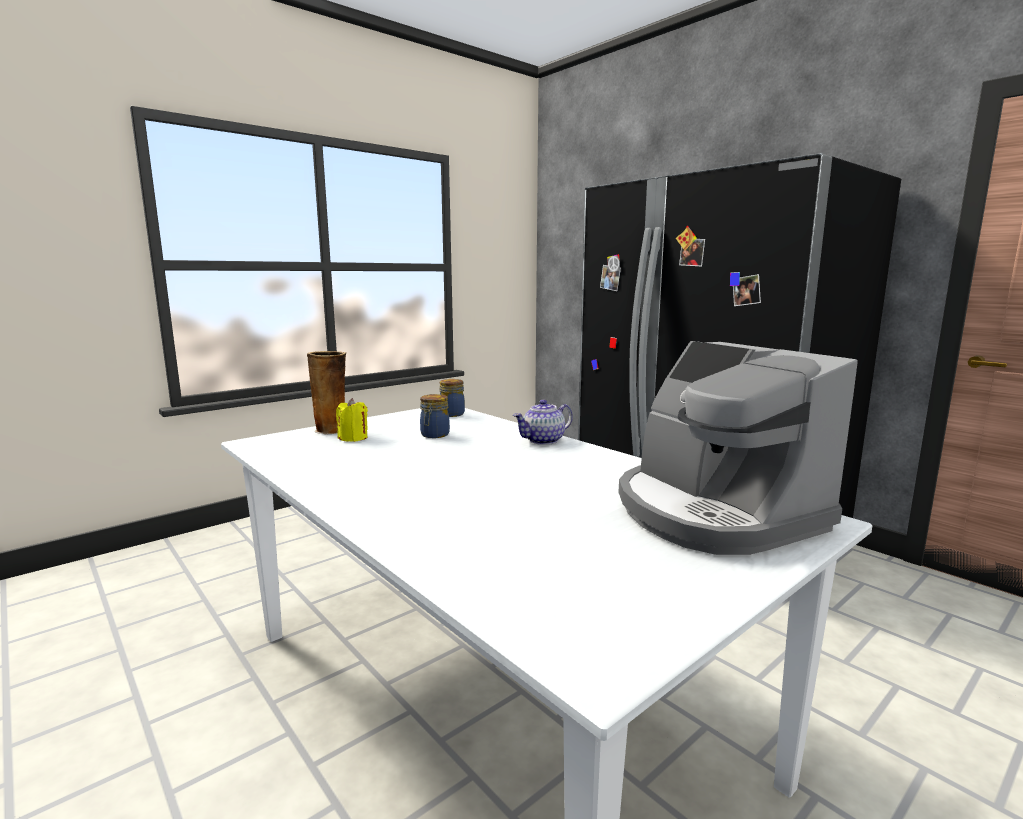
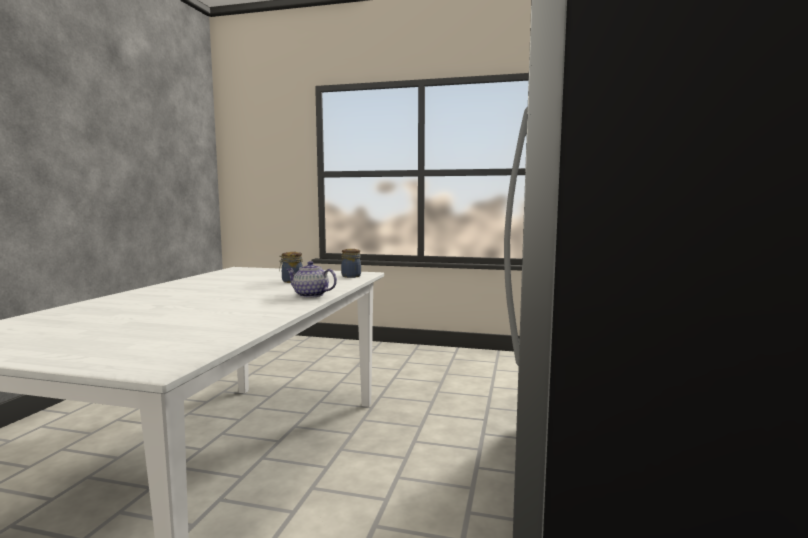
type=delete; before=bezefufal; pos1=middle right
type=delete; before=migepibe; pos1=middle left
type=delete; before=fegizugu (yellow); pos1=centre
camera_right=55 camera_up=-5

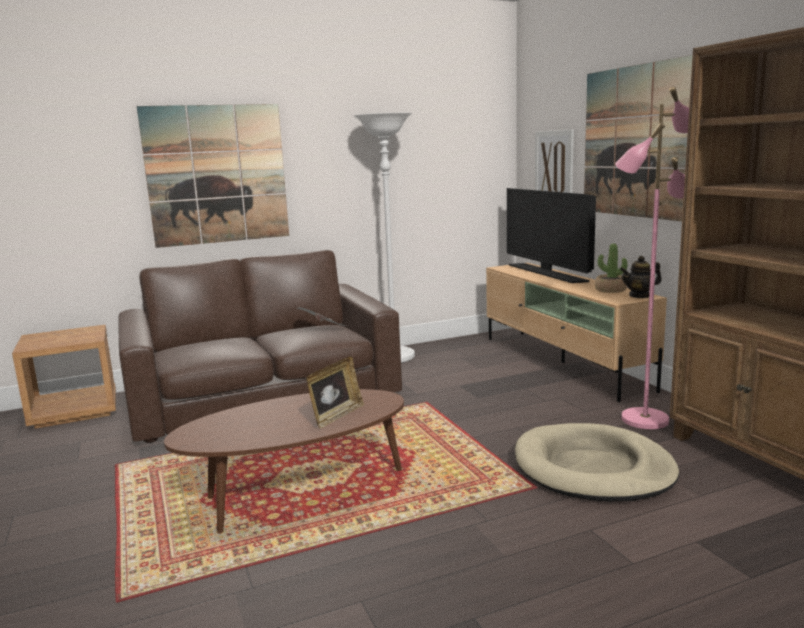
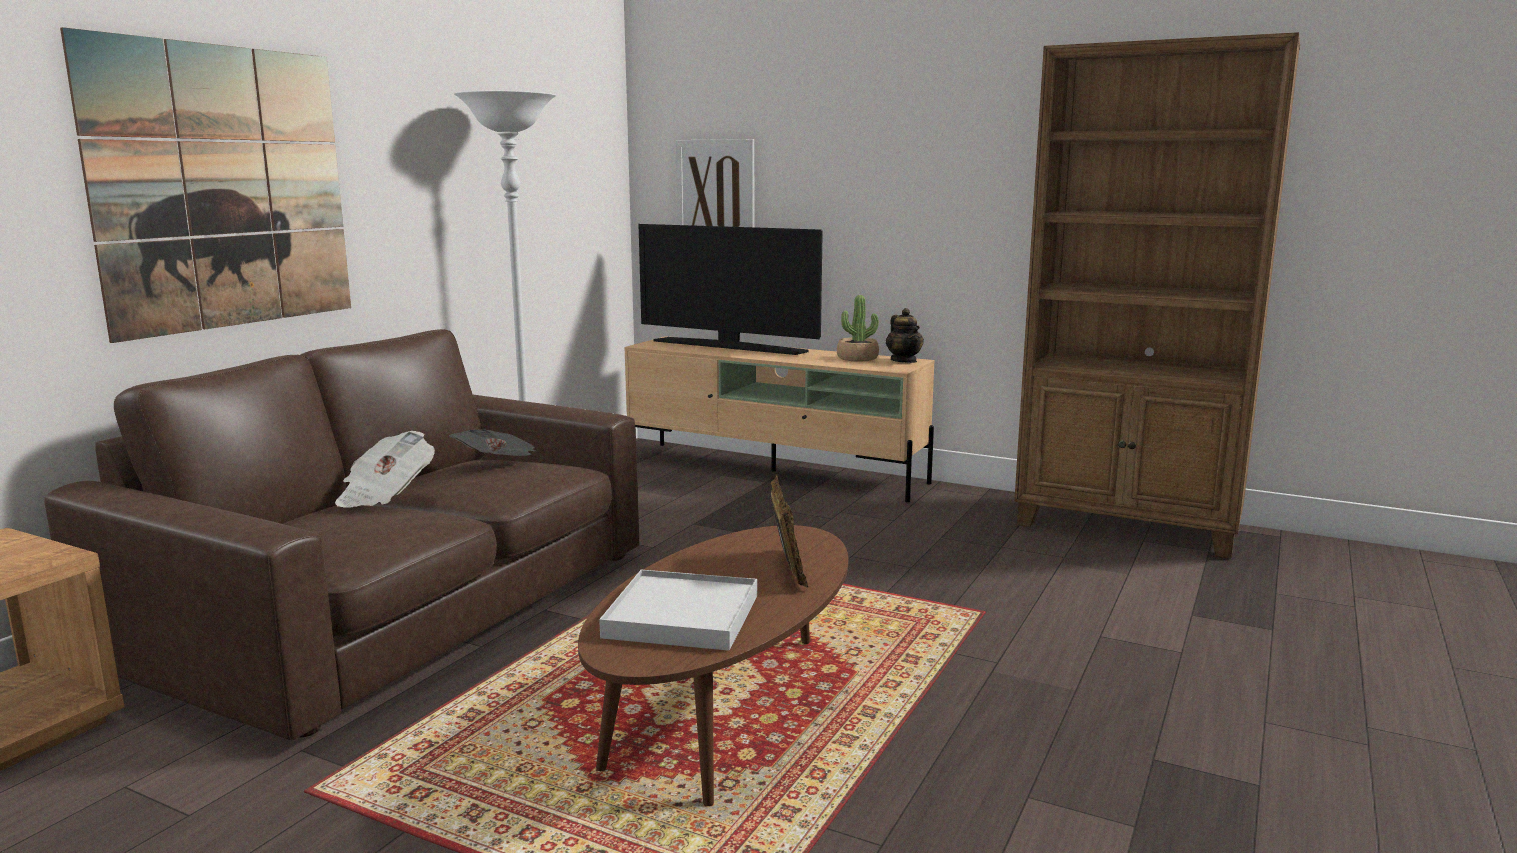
type=delete; before=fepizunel (3rd from left); pos1=top right
type=delete; before=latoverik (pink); pos1=middle right
type=rotate; before=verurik; pos1=middle right; pos2=centre; turn=-60
type=delete; before=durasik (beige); pos1=bottom right
type=insert; after=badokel (1st from left); pos2=middle left
type=insert; after=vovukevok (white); pos2=bottom centre
camera_right=-40 camera_up=0

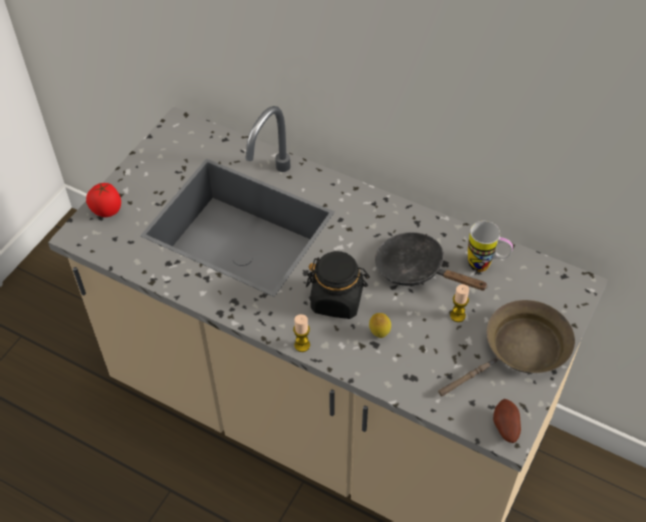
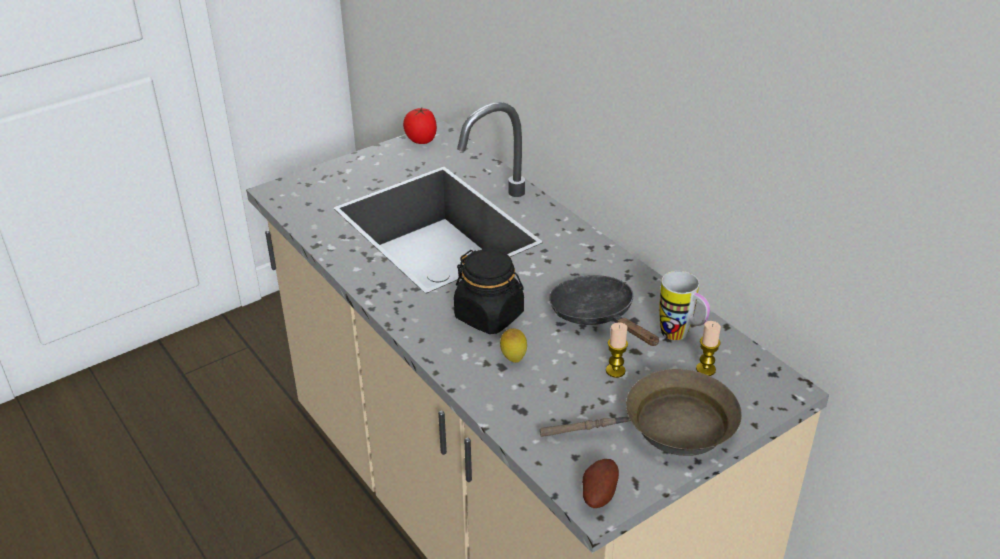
type=move; before=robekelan; pos1=middle left; pos2=top centre
type=move; before=fegizugu (1st from left in the first image); after=fegizugu (2nd from left); pos1=centre; pos2=middle right
camera_right=25 camera_up=-15

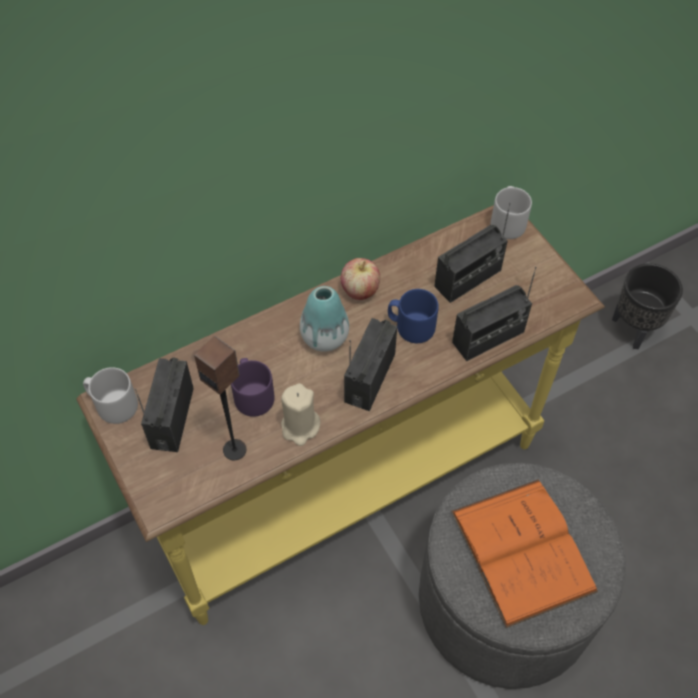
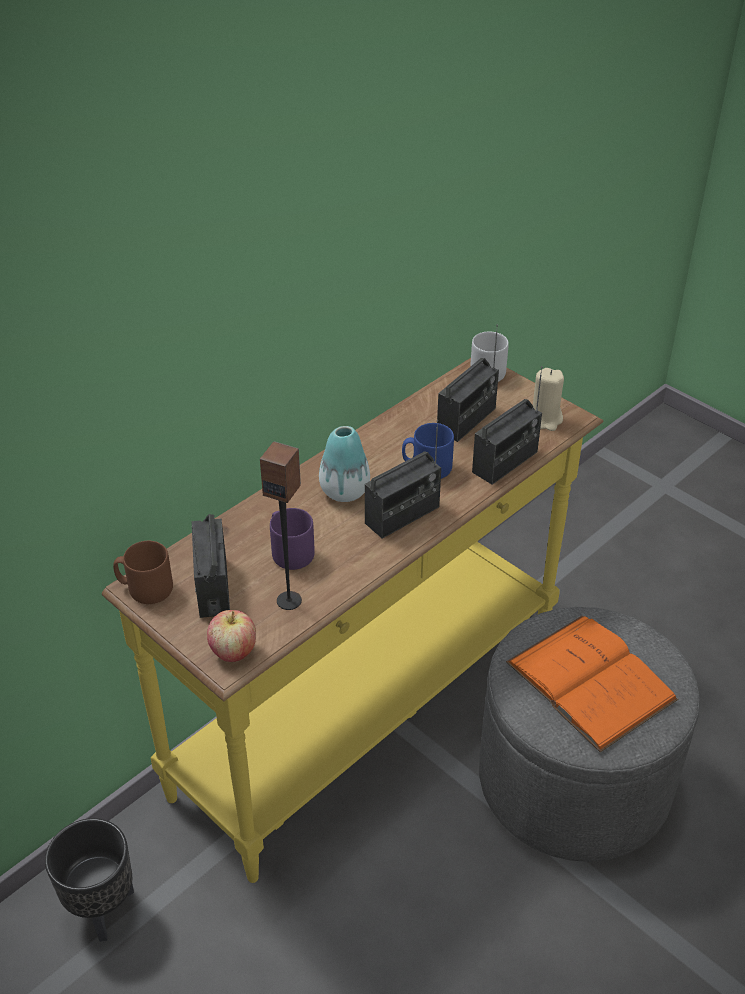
type=move; before=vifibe; pos1=centre; pos2=middle left
type=move; before=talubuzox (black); pos1=middle right; pos2=bottom left
type=rotate; before=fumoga (2nd from left); pos1=centre; pos2=centre; turn=-135
type=recolor; before=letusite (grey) (1st from left); after=letusite (brown); pos1=middle left; pos2=middle left
type=move; before=fegizugu (beige); pos1=centre; pos2=middle right
camera_right=-15 camera_up=-15

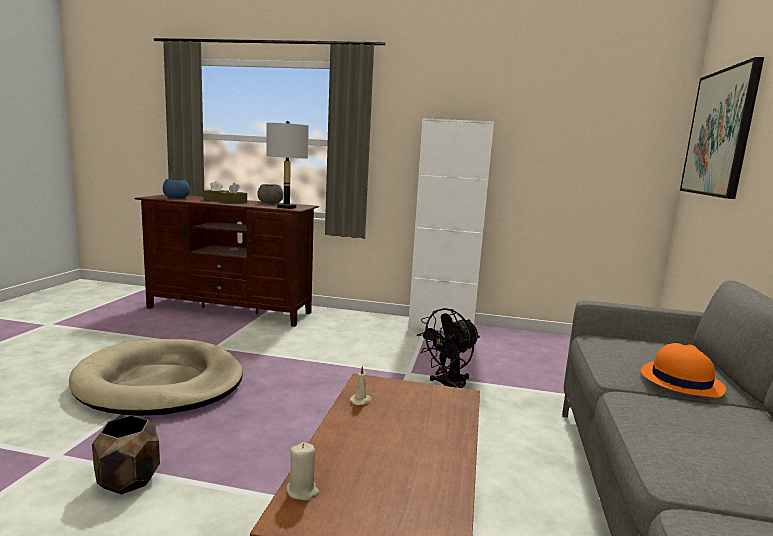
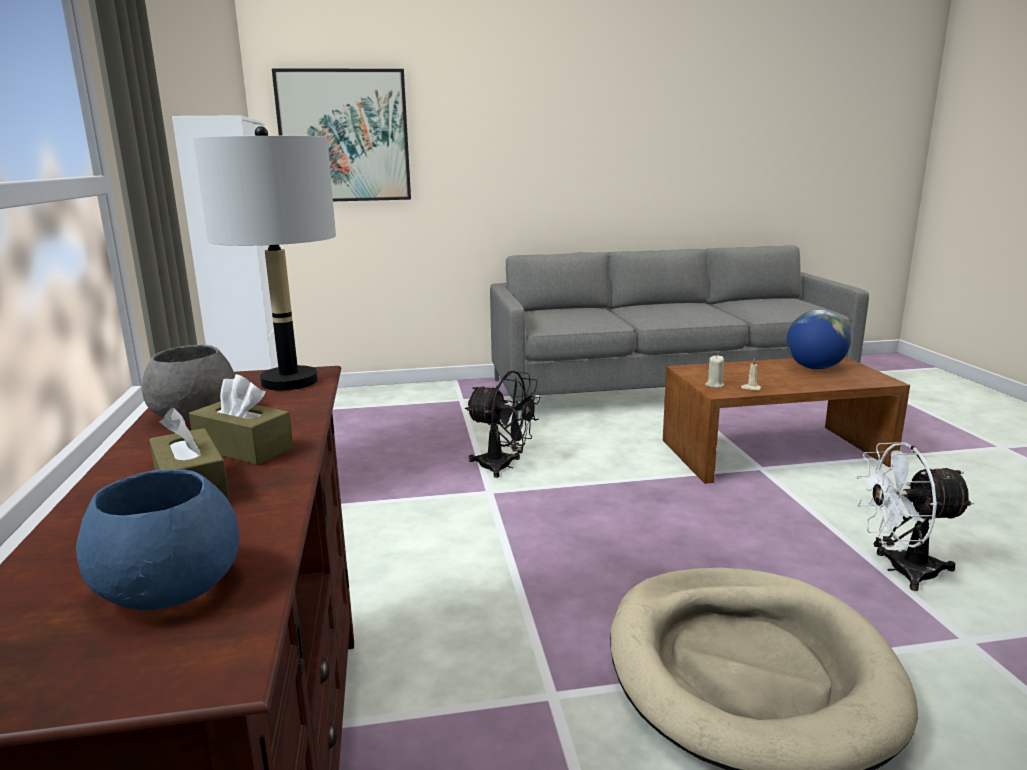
type=delete; before=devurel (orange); pos1=bottom right
type=replace; before=talubuzox (brown); after=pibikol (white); pos1=bottom left; pos2=bottom right
type=move; before=fegizugu (beige) (1st from left); pos1=bottom centre; pos2=middle right
type=insert; after=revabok; pos2=middle right
camera_right=-110 camera_up=5

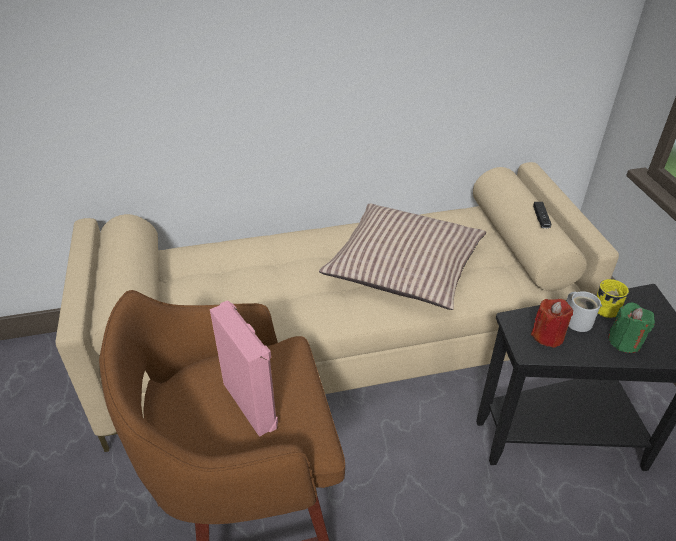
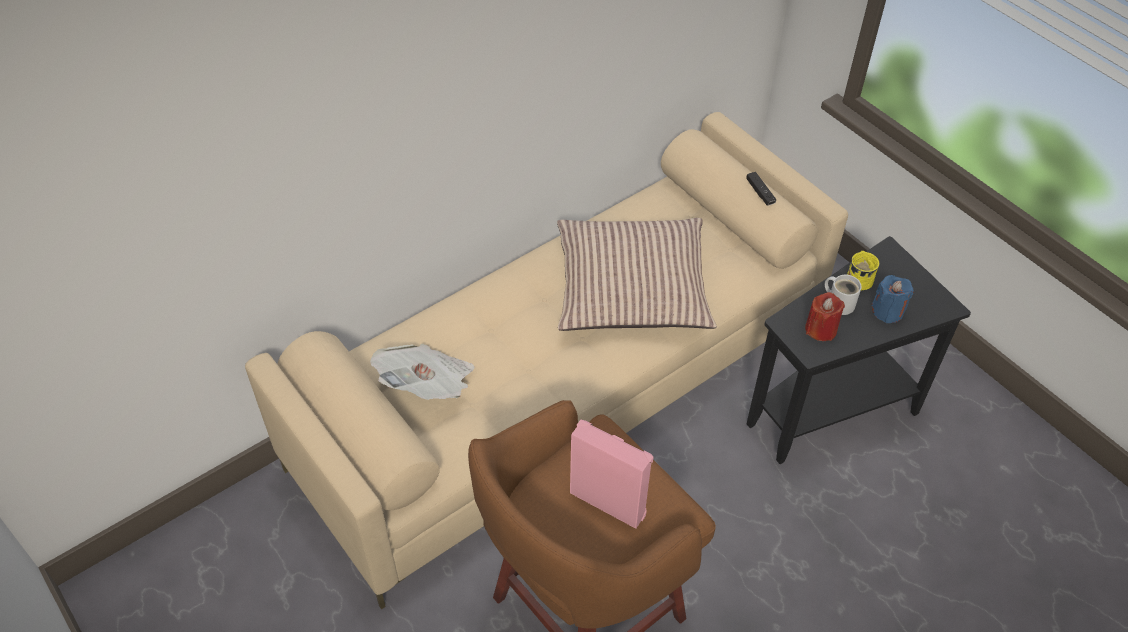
type=recolor; before=fegizugu (green); after=fegizugu (blue); pos1=middle right; pos2=middle right
type=insert; after=badokel; pos2=centre
camera_right=-25 camera_up=10

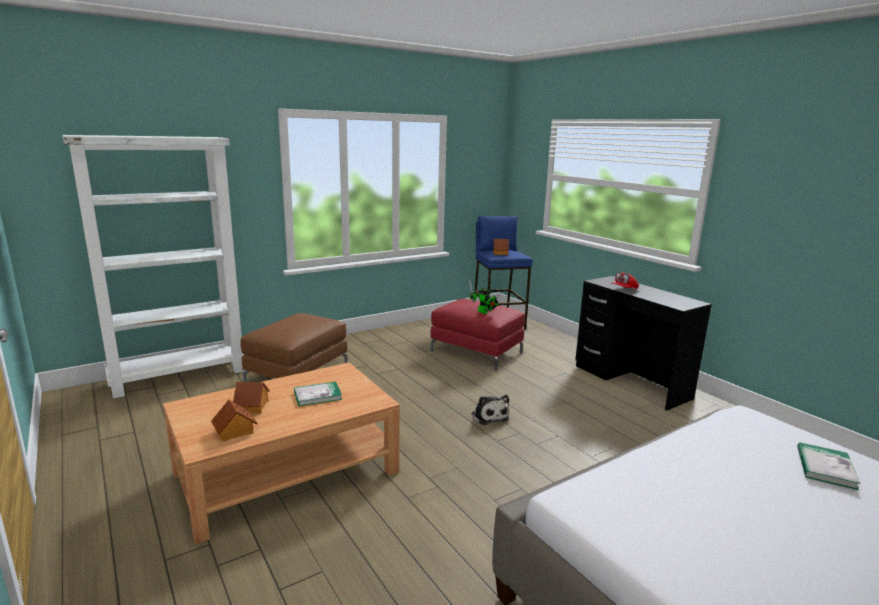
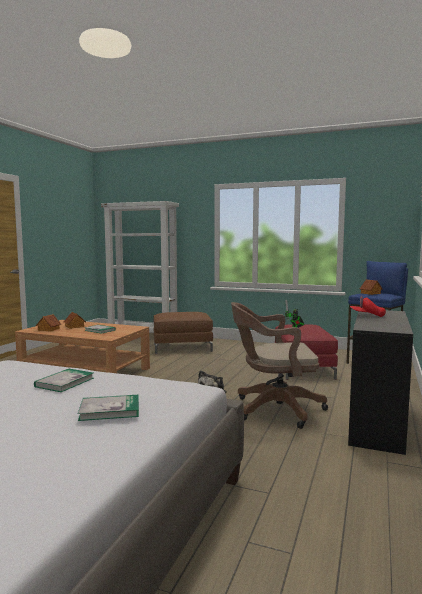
type=insert; after=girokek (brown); pos2=centre
type=insert; after=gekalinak (1st from left); pos2=middle left
camera_right=55 camera_up=-10

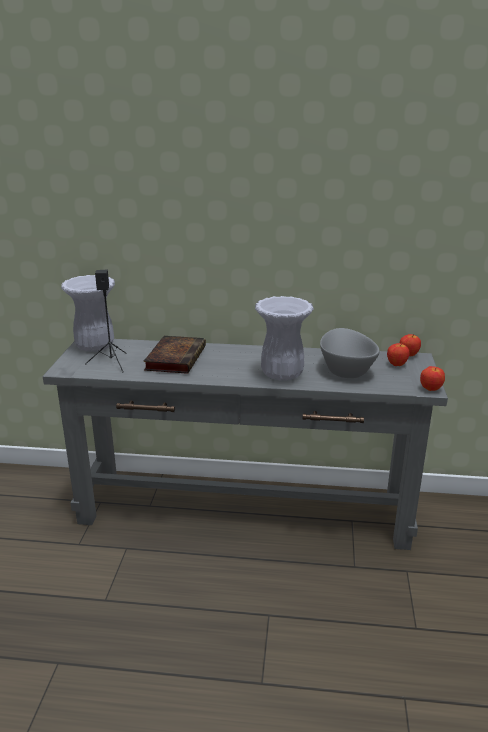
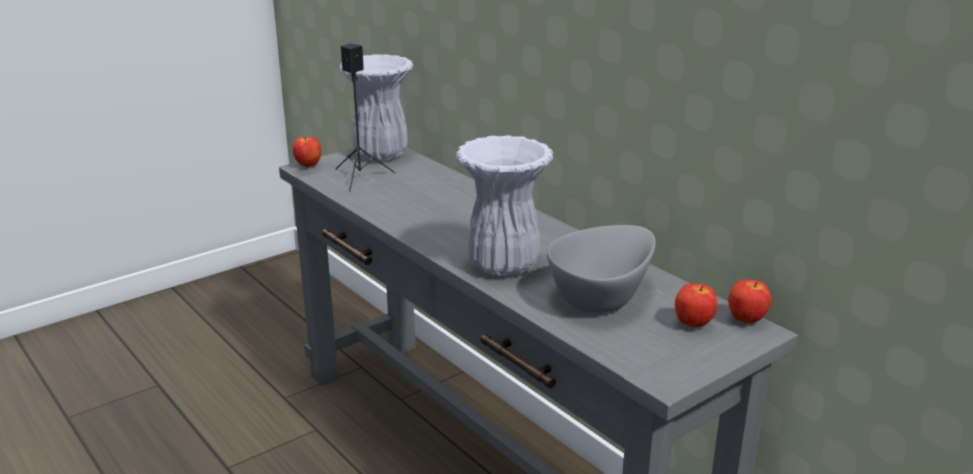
type=delete; before=gekalinak; pos1=centre
type=move; before=vifibe (3rd from left in the first image); after=vifibe (1st from left); pos1=middle right; pos2=top left
camera_right=45 camera_up=0

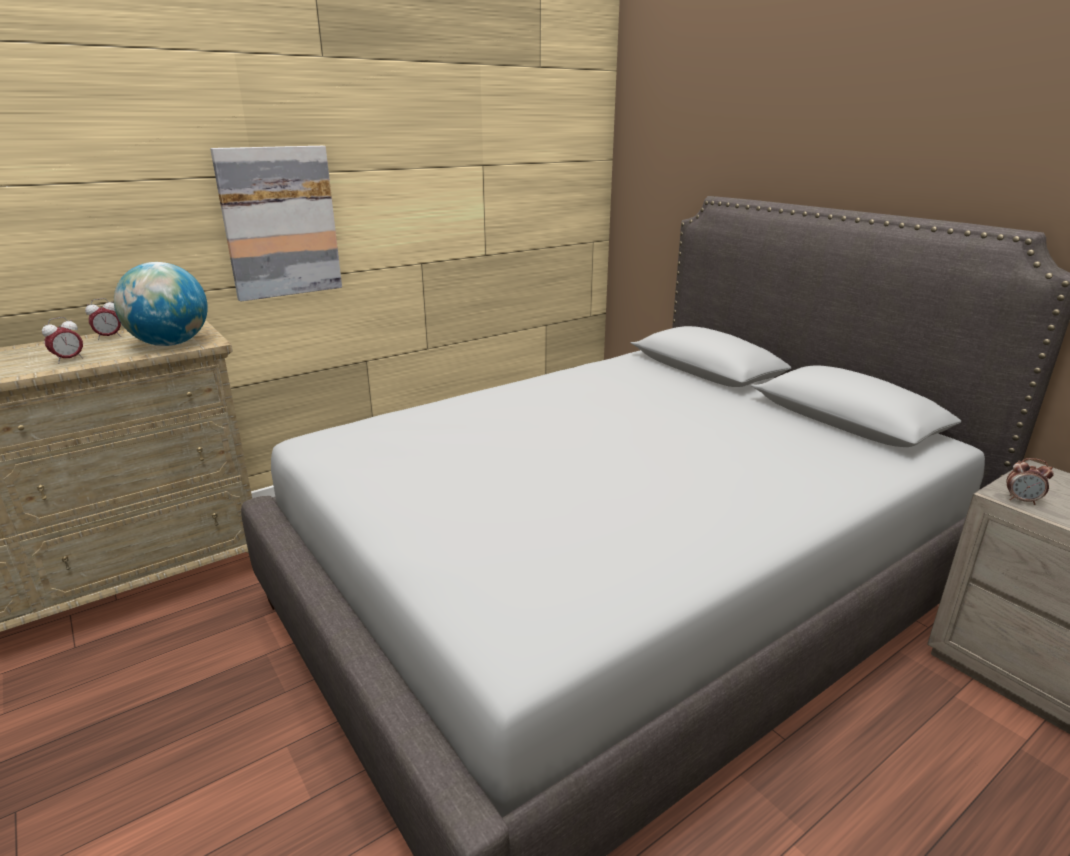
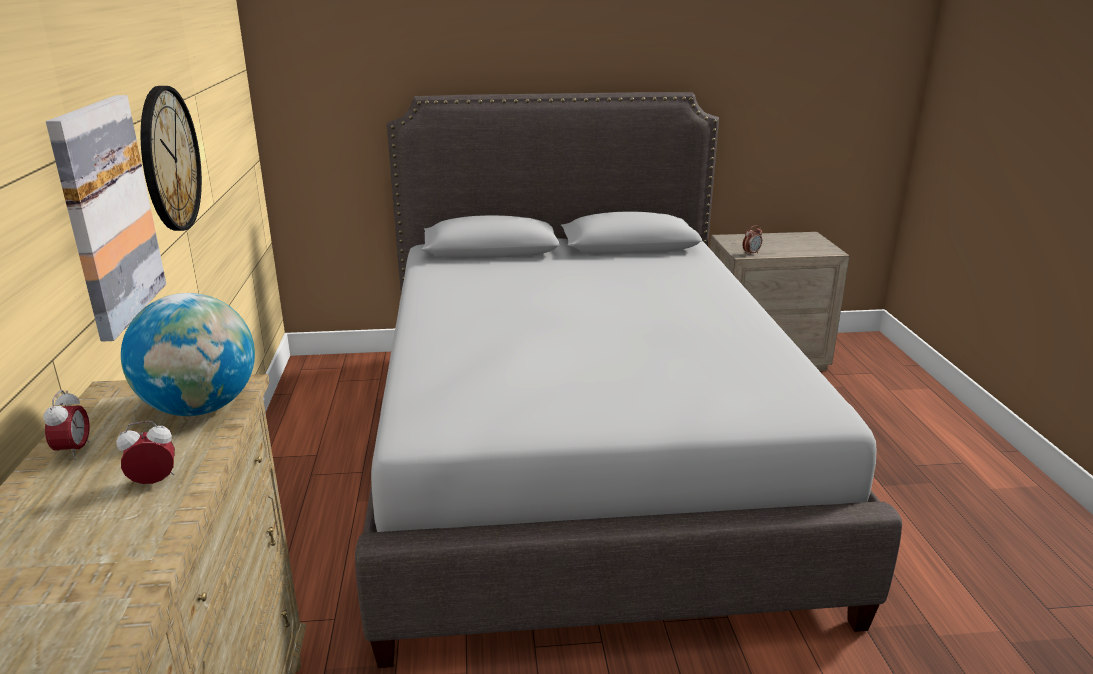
type=rotate; before=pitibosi (1st from left in the first image); pos1=middle left; pos2=bottom left; turn=-90
type=insert; after=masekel; pos2=top left
camera_right=-60 camera_up=0

